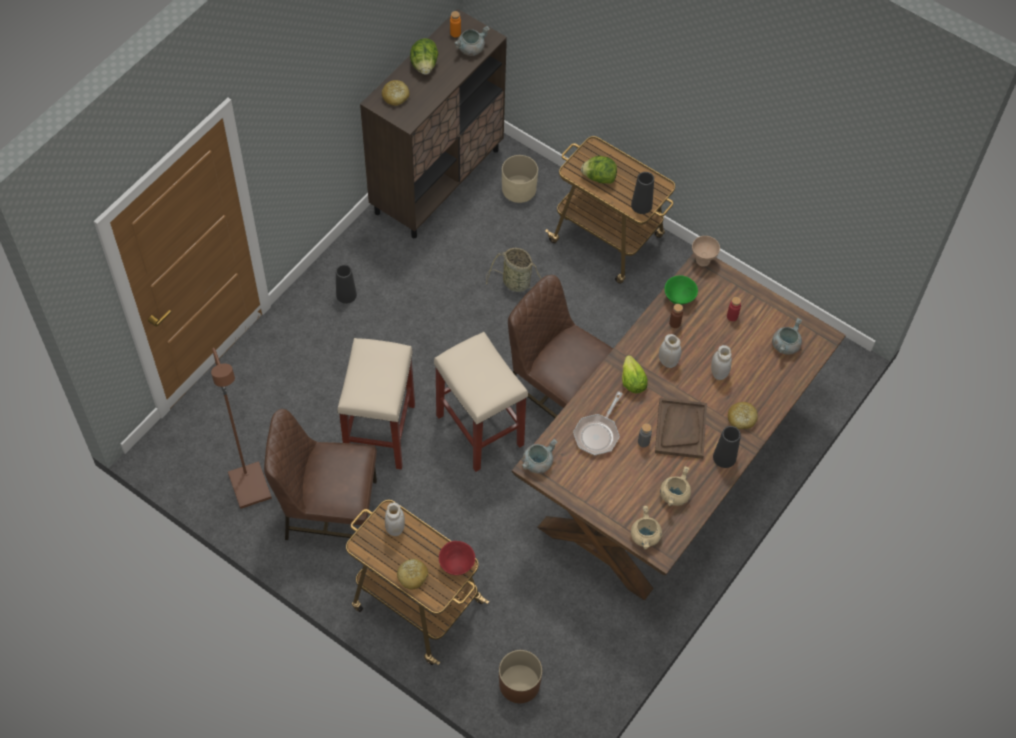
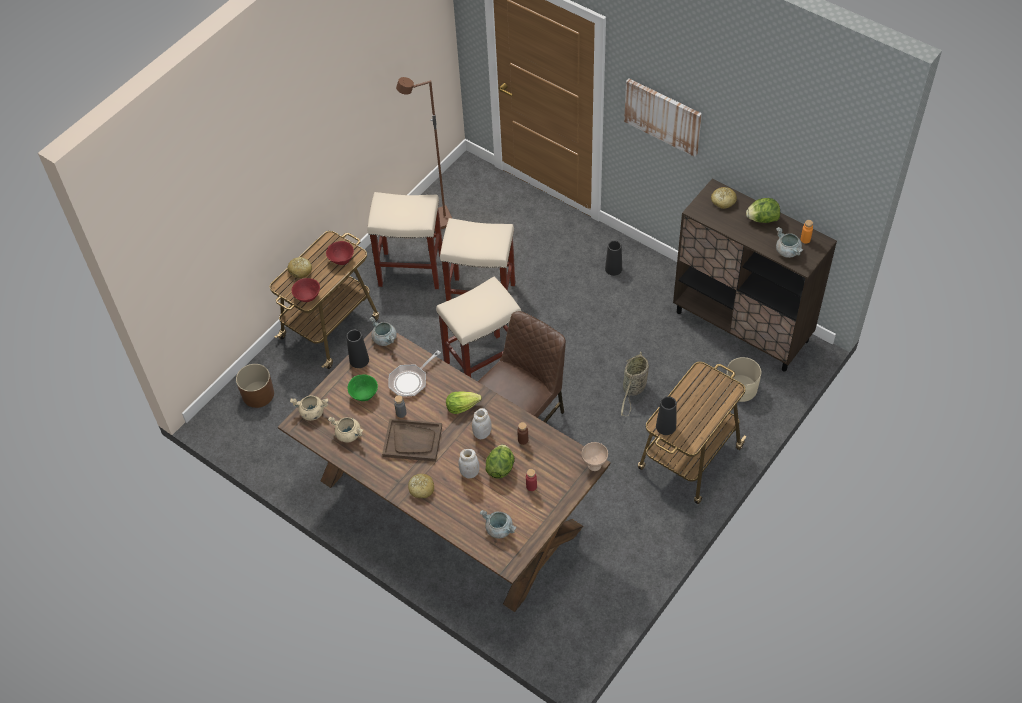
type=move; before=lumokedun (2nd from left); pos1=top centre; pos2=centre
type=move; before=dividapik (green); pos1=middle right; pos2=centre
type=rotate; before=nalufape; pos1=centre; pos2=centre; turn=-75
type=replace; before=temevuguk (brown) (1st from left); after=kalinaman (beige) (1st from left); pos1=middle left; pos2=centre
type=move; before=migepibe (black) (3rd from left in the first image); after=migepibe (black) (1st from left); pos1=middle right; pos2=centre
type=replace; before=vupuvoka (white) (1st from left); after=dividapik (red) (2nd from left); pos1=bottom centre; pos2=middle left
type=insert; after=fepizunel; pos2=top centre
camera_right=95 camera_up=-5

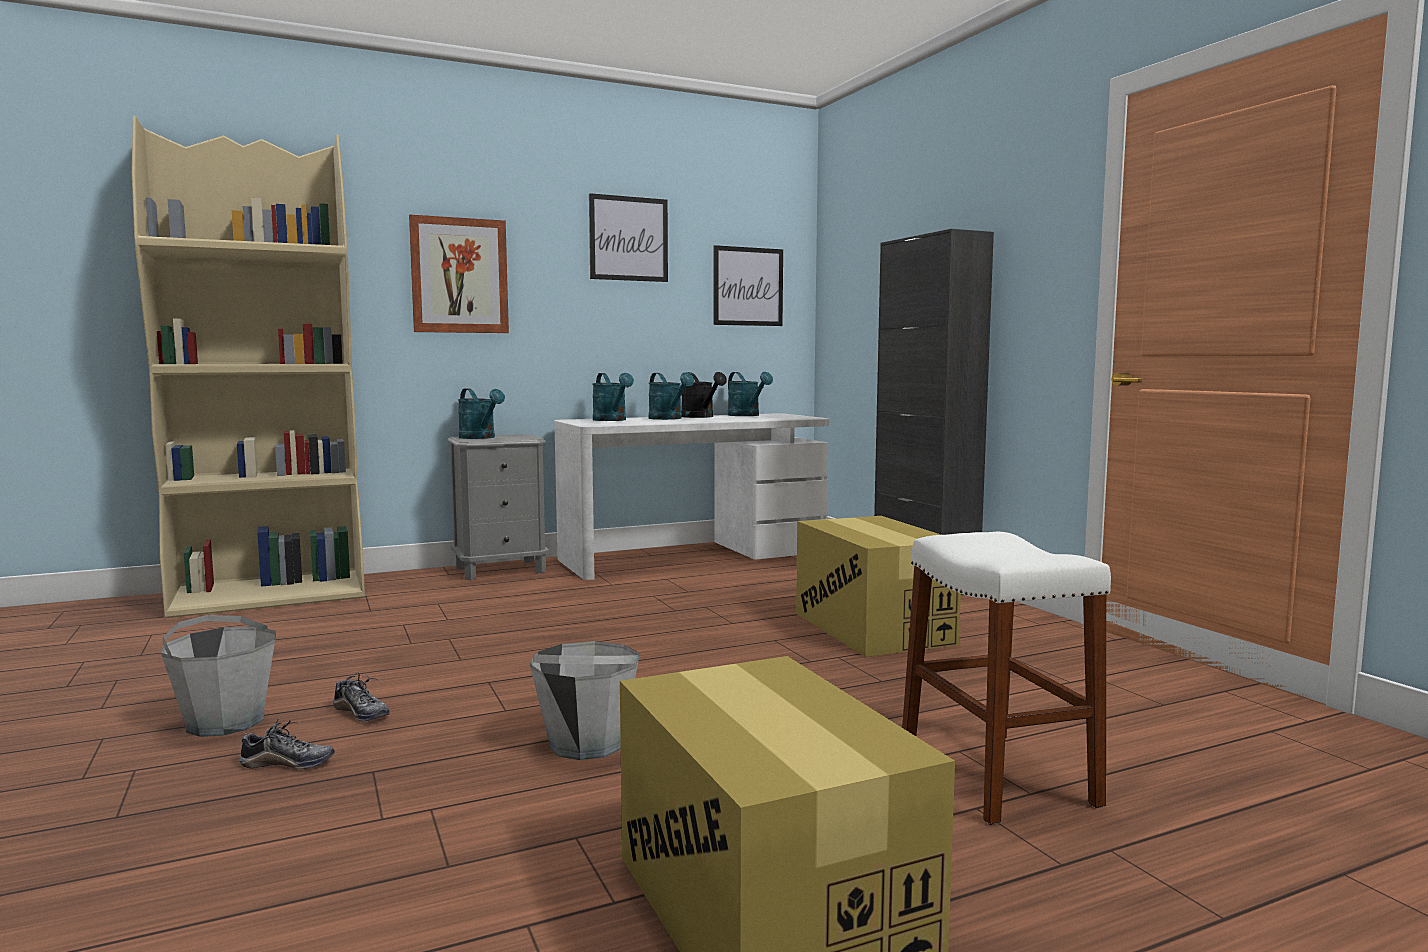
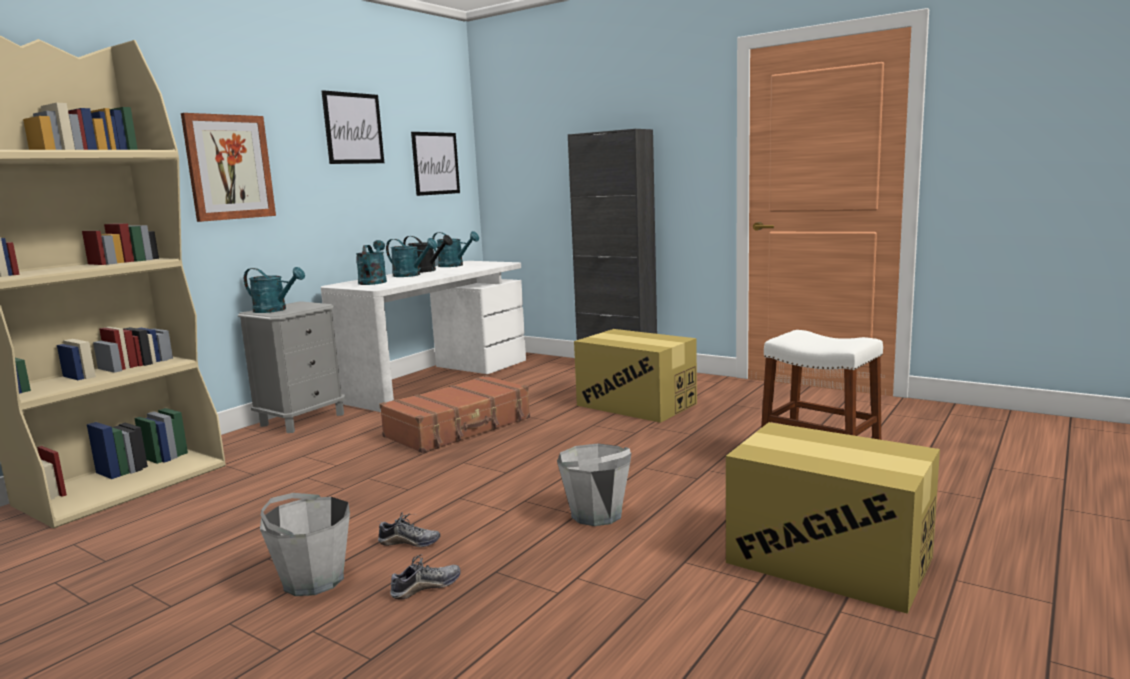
type=rotate; before=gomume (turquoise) (2nd from left); pos1=centre; pos2=middle left; turn=-120
type=insert; after=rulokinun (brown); pos2=centre
camera_right=-30 camera_up=5

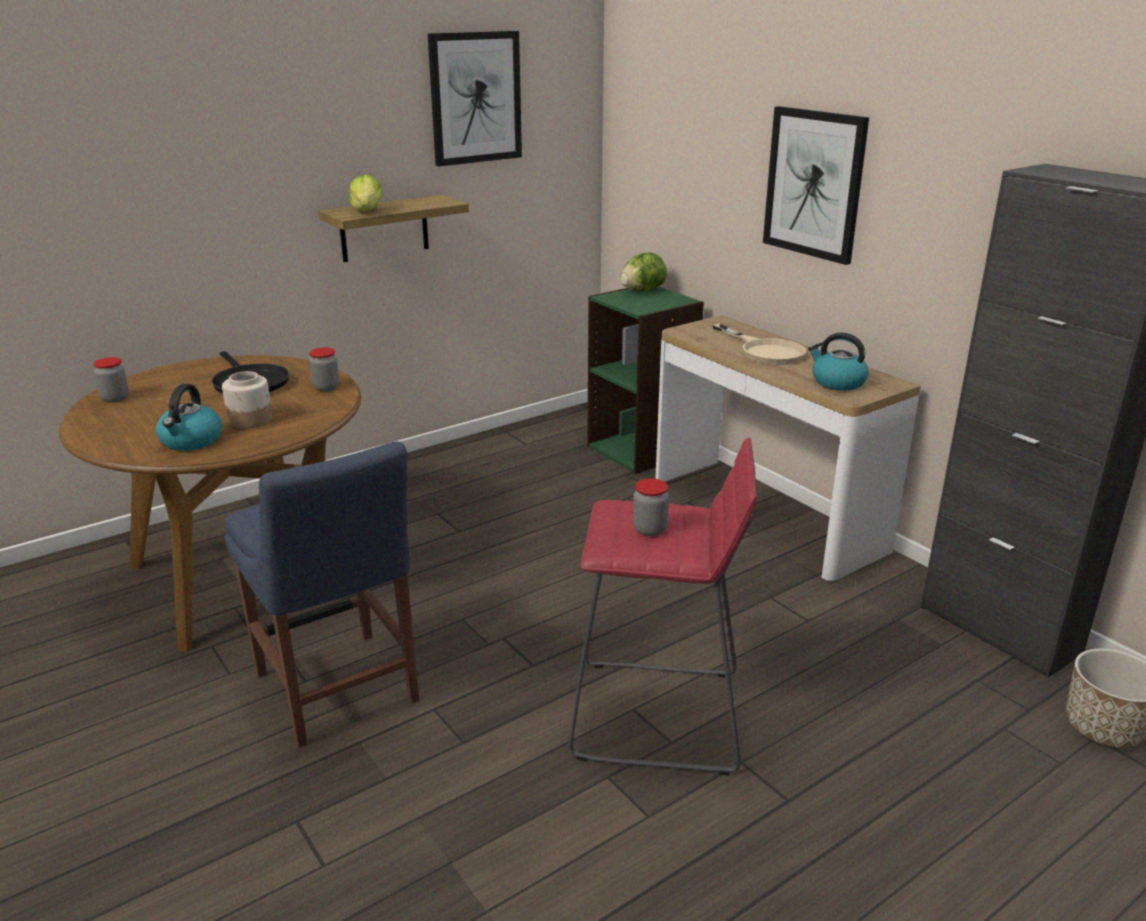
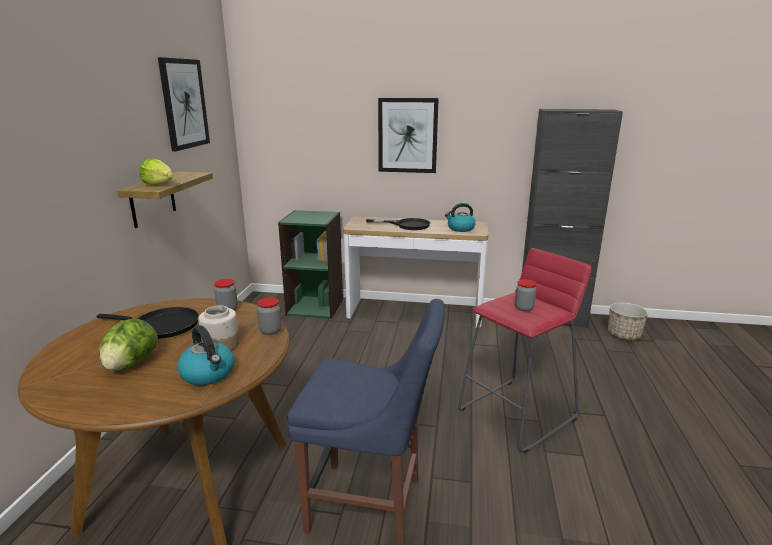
type=move; before=lumokedun (2nd from left in the first image); after=lumokedun (1st from left); pos1=top centre; pos2=middle left
type=recolor; before=nalufape (beige); after=nalufape (black) (2nd from left); pos1=centre; pos2=centre
type=move; before=vupuvoka (1st from left in the first image); after=vupuvoka (3rd from left); pos1=middle left; pos2=centre
camera_right=-45 camera_up=-5

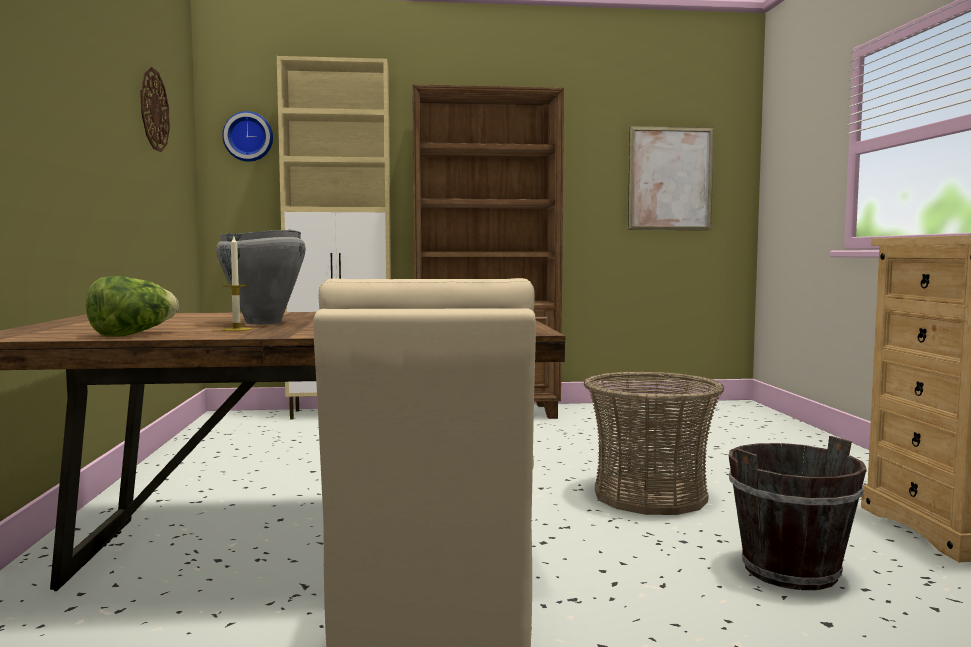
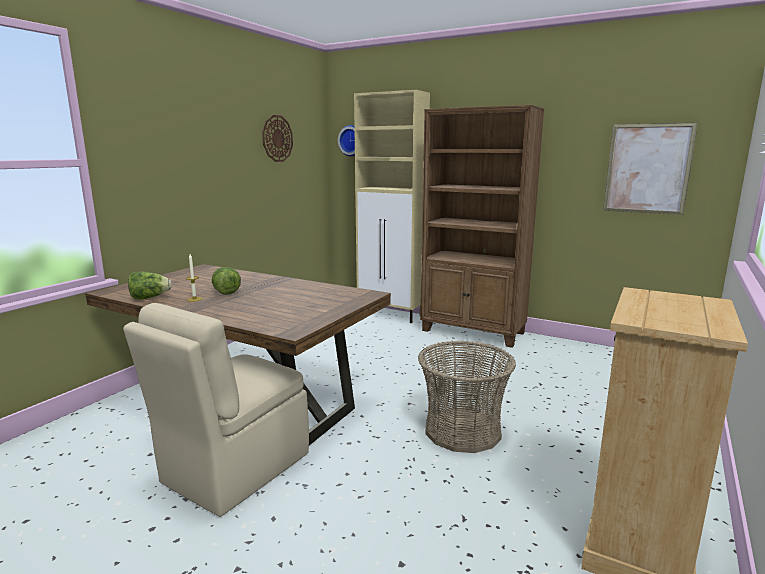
type=replace; before=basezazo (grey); after=lumokedun (2nd from left); pos1=middle left; pos2=middle left
type=delete; before=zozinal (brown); pos1=bottom right
camera_right=35 camera_up=10

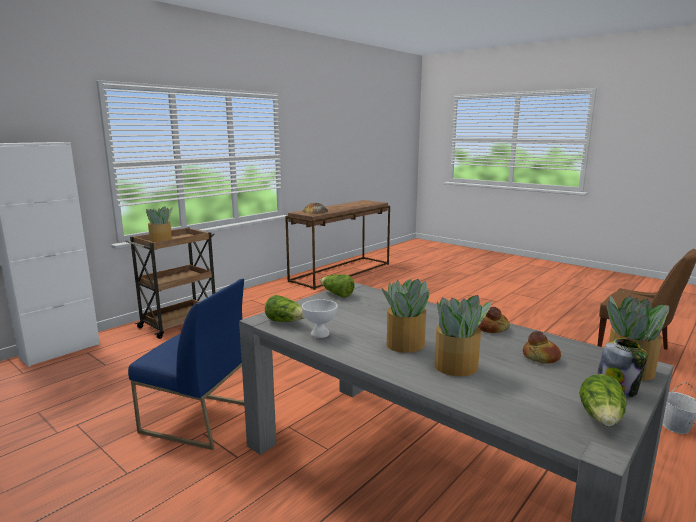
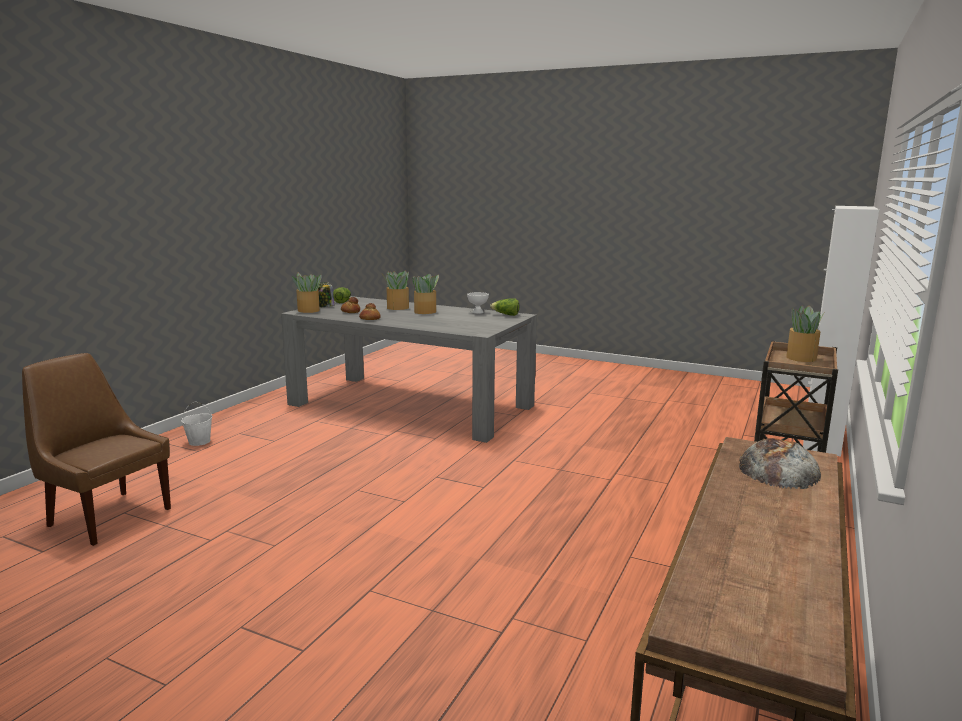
type=delete; before=lumokedun (2nd from left); pos1=centre
type=delete; before=temevuguk (blue); pos1=bottom left
camera_right=165 camera_up=0

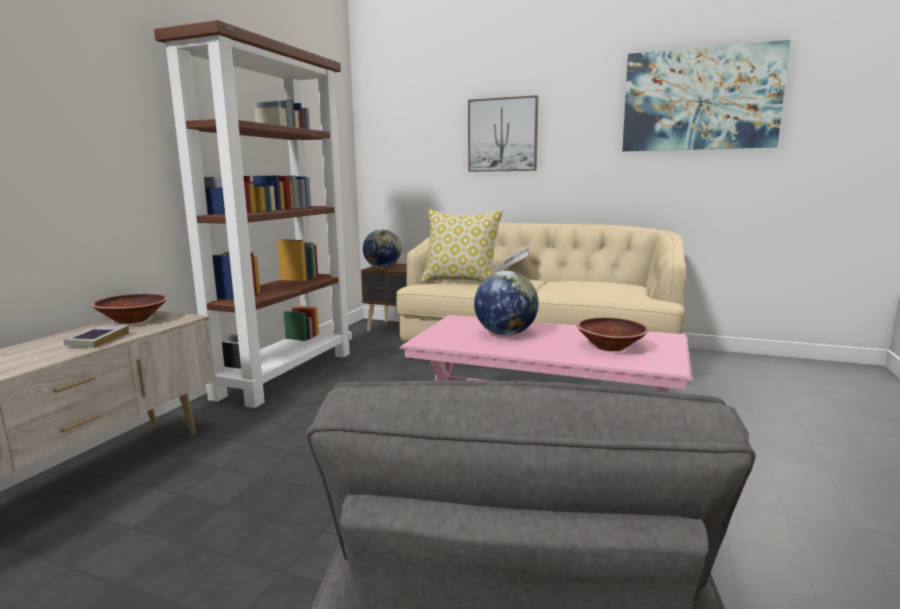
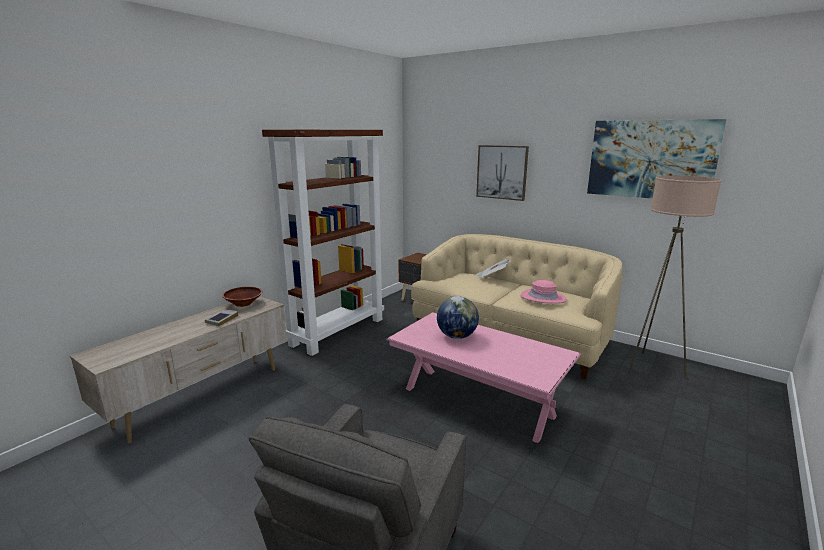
type=delete; before=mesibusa; pos1=centre
type=delete; before=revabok (1st from left); pos1=centre
type=delete; before=dividapik (brown) (2nd from left); pos1=middle right
type=insert; after=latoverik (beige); pos2=middle right
type=insert; after=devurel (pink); pos2=centre
camera_right=15 camera_up=5

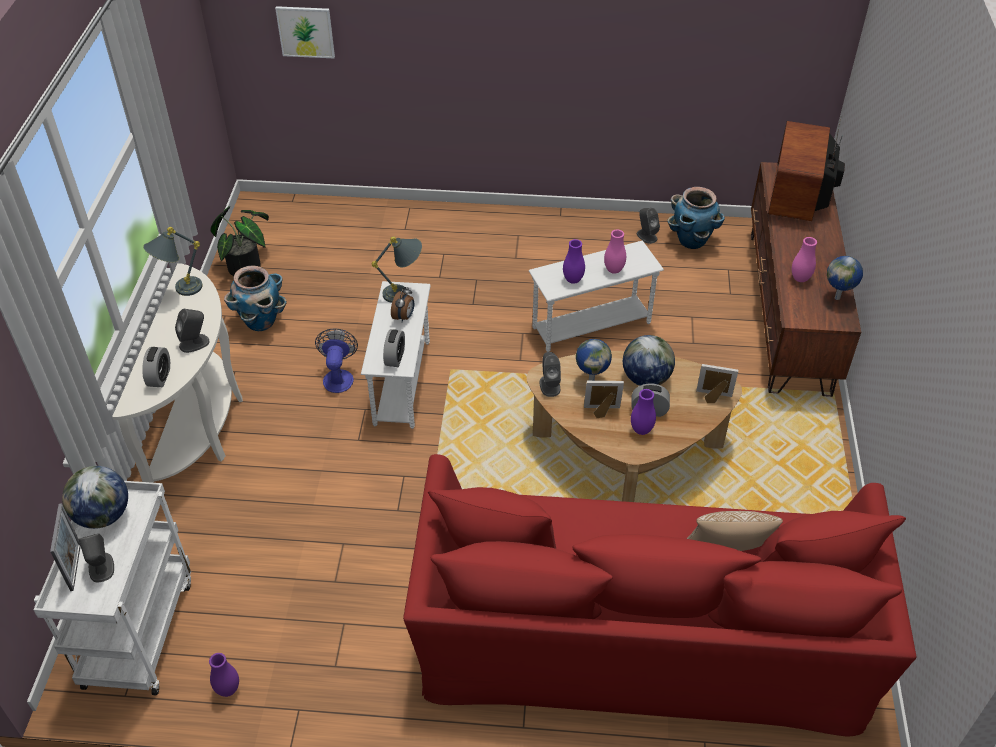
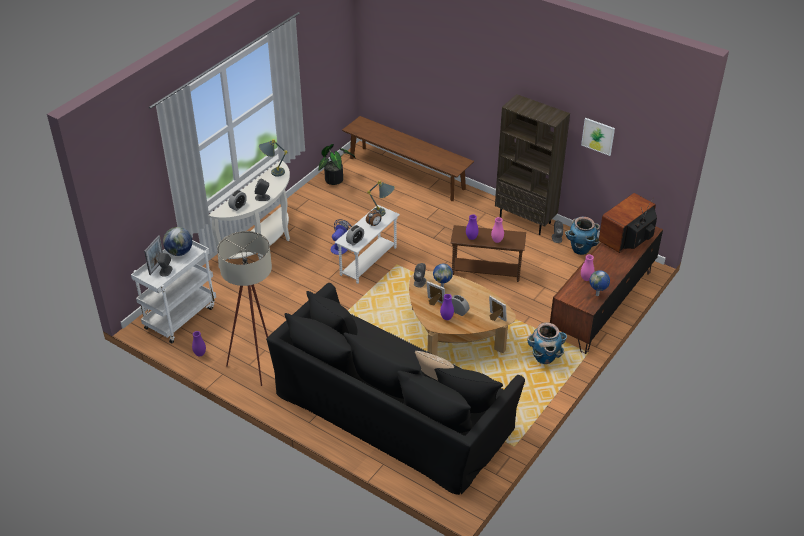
type=move; before=fepizunel; pos1=top left; pos2=top right
type=recolor; before=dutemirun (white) (2nd from left); after=dutemirun (brown); pos1=centre; pos2=centre
type=move; before=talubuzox (1st from left); pos1=middle left; pos2=middle right
type=delete; before=revabok (3rd from left); pos1=centre
type=recolor; before=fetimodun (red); after=fetimodun (black); pos1=bottom centre; pos2=bottom centre
type=insert; after=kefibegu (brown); pos2=top centre
type=insert; after=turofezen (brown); pos2=top centre
type=insert; after=latoverik (beige); pos2=middle left
camera_right=30 camera_up=-5

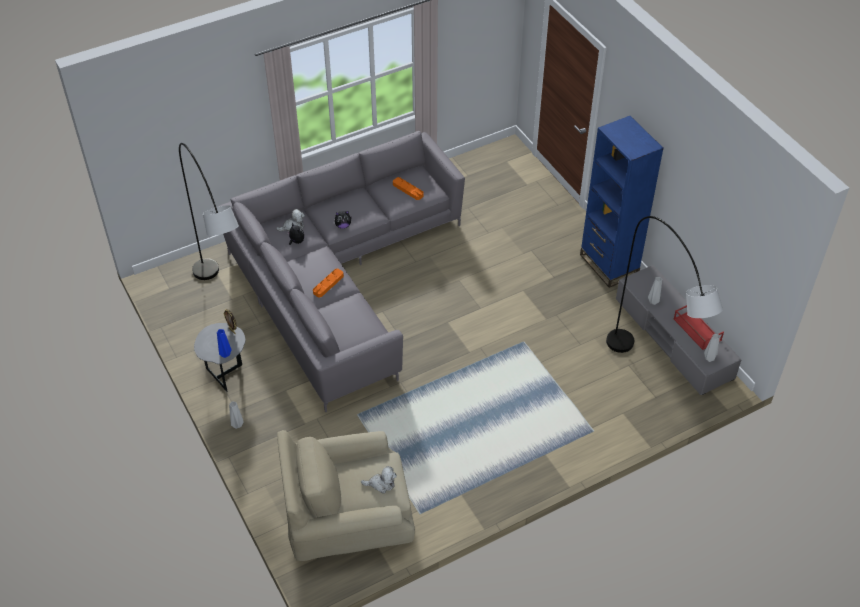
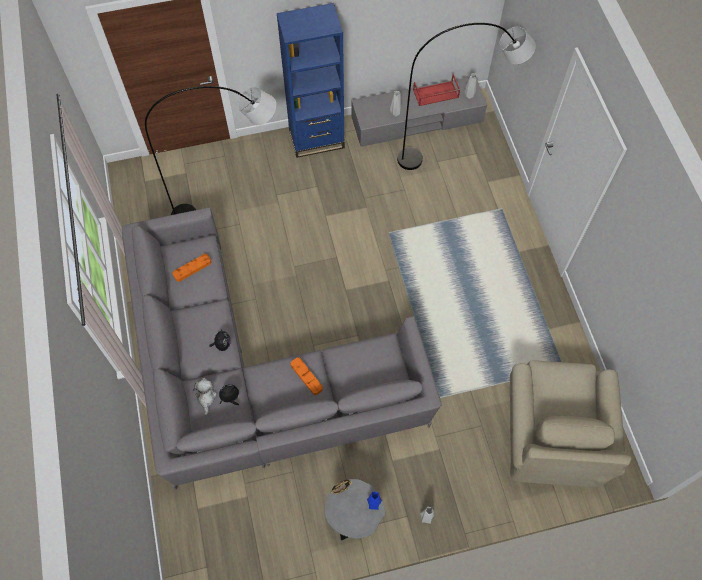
type=move; before=latoverik (grey) (1st from left); pos1=middle left; pos2=top left
type=delete; before=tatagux (4th from left); pos1=bottom centre
camera_right=-75 camera_up=15

